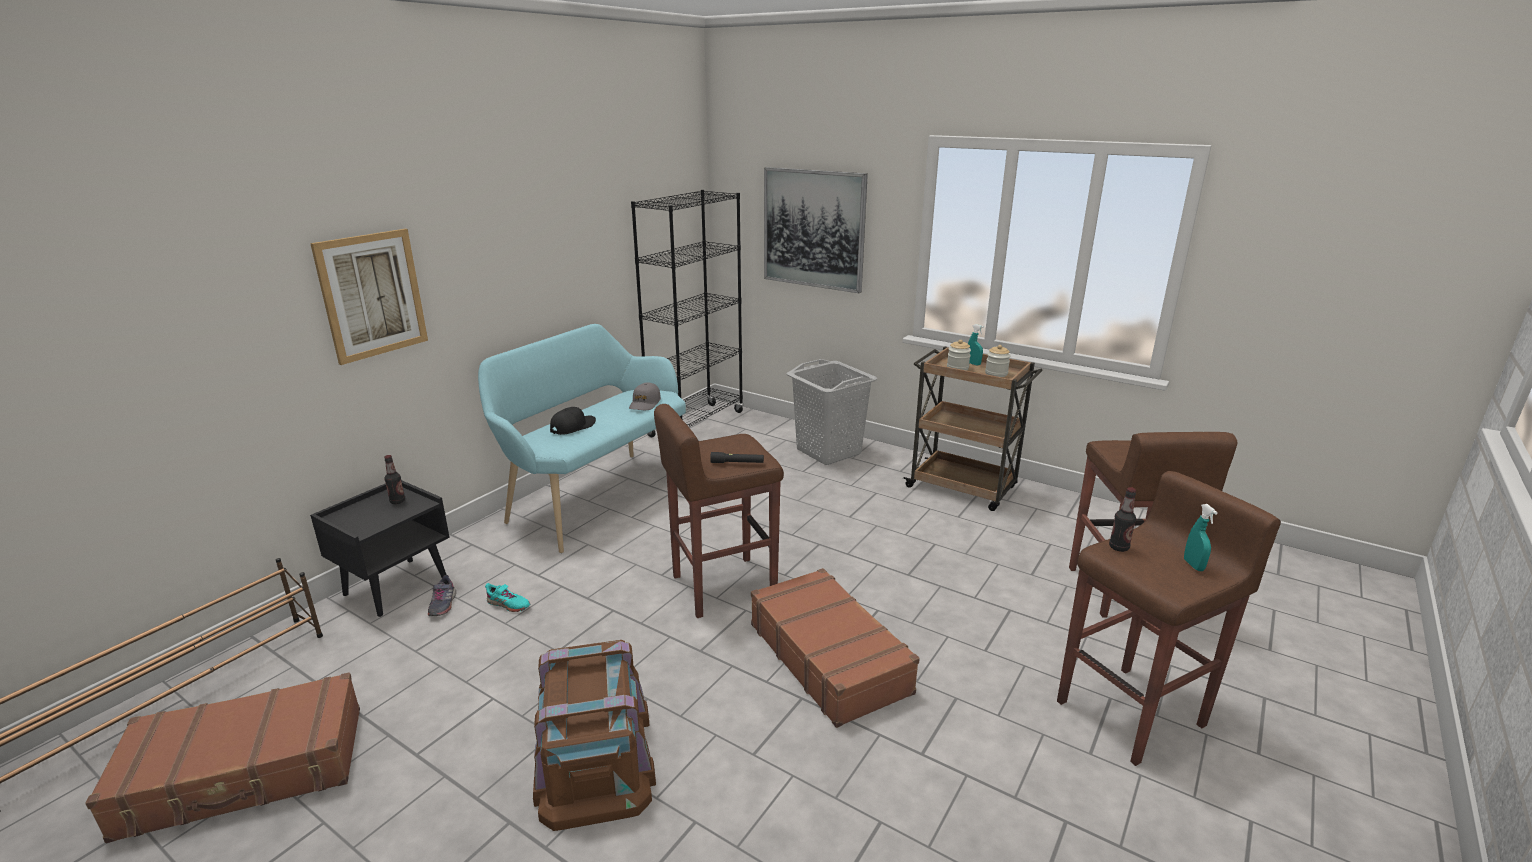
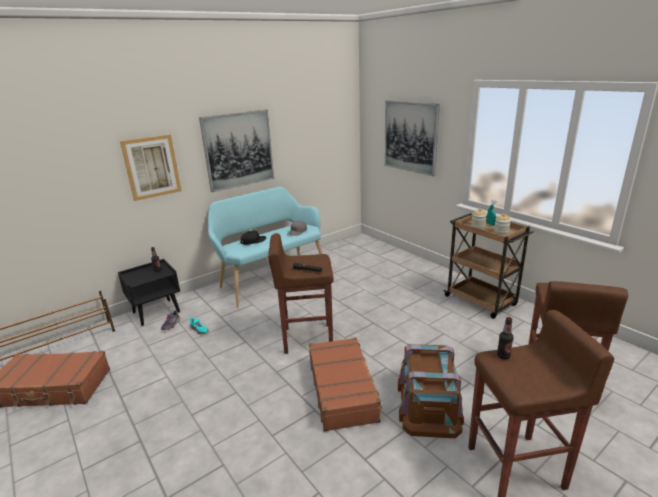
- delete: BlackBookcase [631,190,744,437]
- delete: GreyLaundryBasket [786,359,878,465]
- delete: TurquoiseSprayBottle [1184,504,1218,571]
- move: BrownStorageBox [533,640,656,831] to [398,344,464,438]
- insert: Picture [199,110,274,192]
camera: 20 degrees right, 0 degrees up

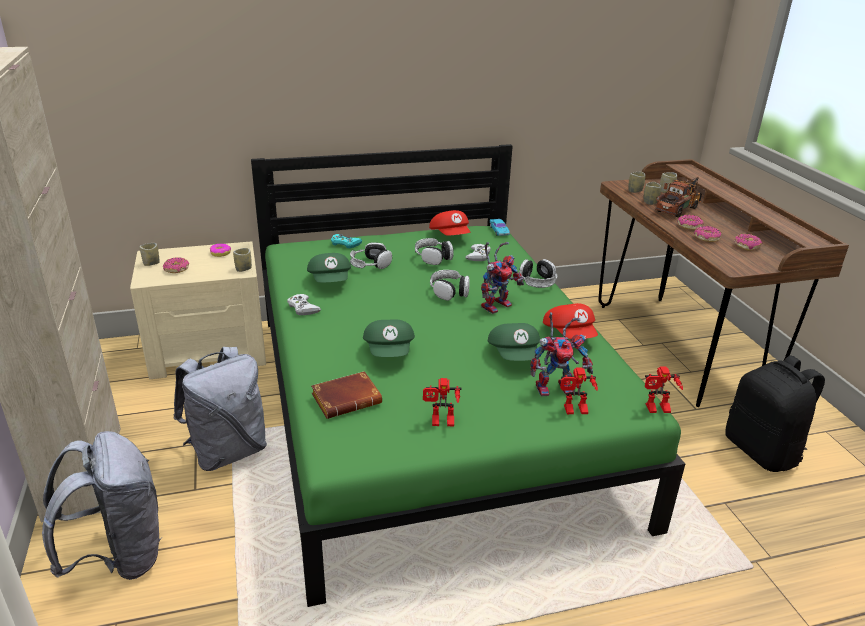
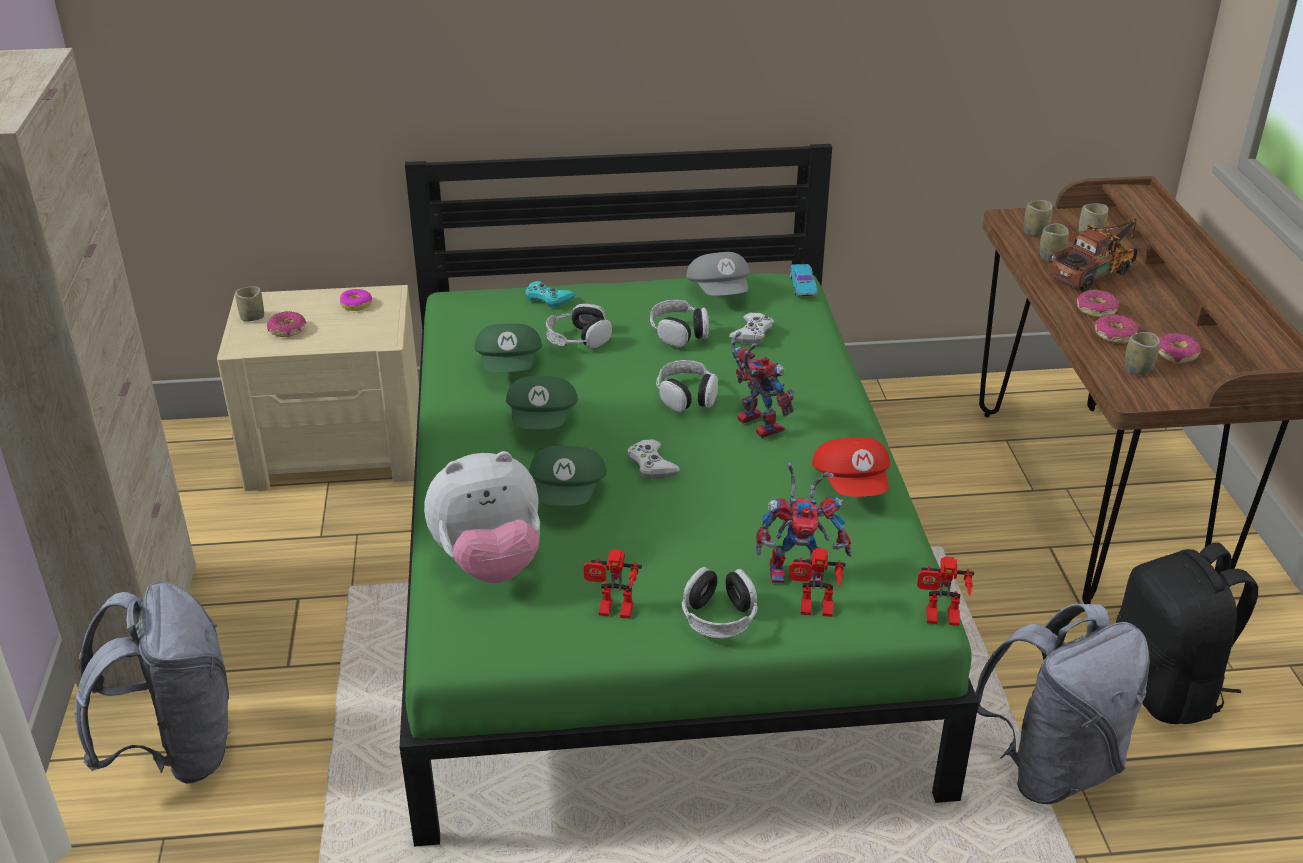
- recolor: RedCap [429,210,470,236] to GreyCap [686,252,750,295]
- rotate: ToyRobot [481,242,524,314] = [731,332,794,438] 90 degrees counterclockwise
- move: Cup [233,248,252,272] to [1125,332,1160,375]
- move: Headphones [519,259,557,288] to [682,567,758,639]
- move: WhiteGameController [287,294,321,315] to [627,439,680,479]
- move: GreenCap [488,323,540,361] to [506,376,578,429]
- move: GreyBackpack [173,347,267,471] to [975,604,1150,804]
- replace: BrownBook [311,371,382,419] to PlushToy [424,451,540,583]
camera: 10 degrees right, 5 degrees up

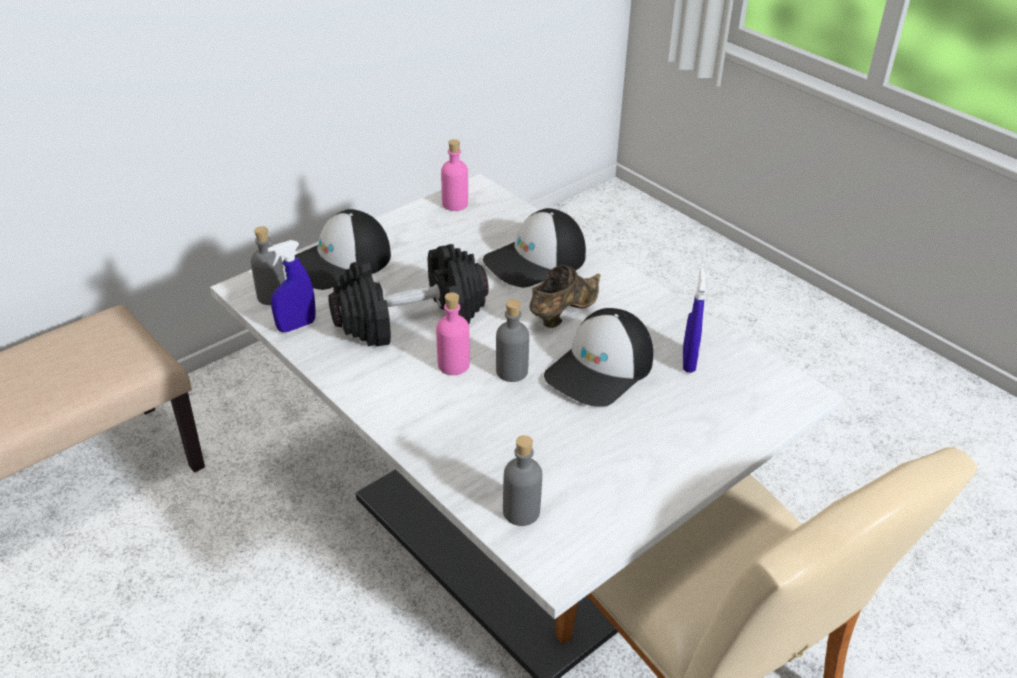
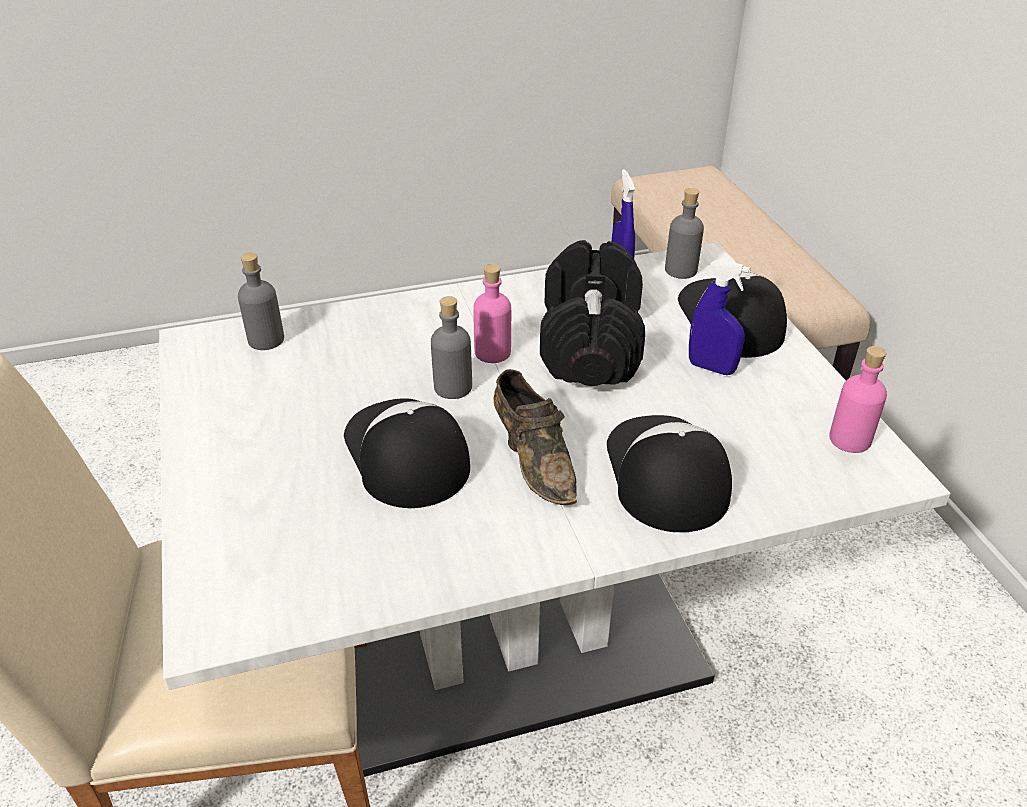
- move: BlueSprayBottle [683,267,706,373] to [689,259,751,375]
camera: 115 degrees right, 0 degrees up

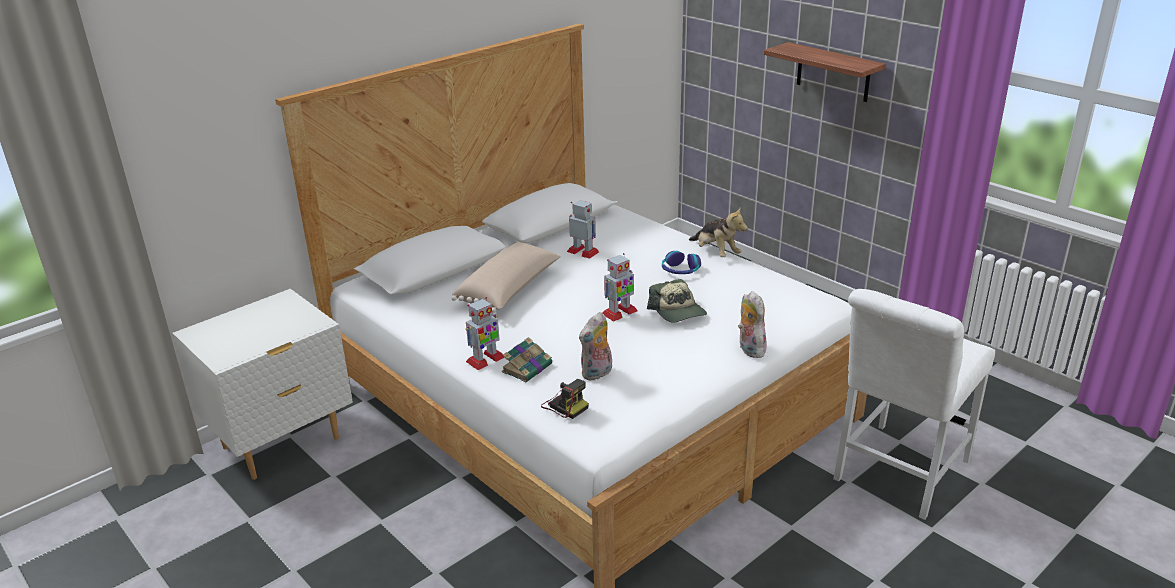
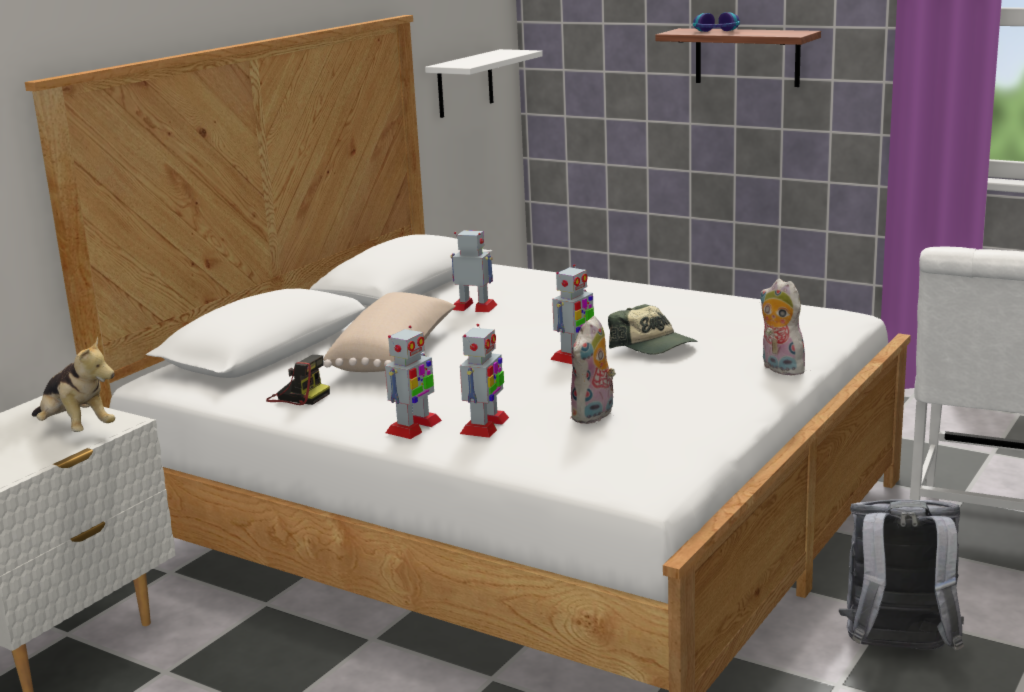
- move: PlushToy [689,207,748,257] to [32,336,115,432]
- move: Headphones [662,251,701,274] to [693,12,740,32]
- replace: Book [502,337,552,382] to ToyRobot [460,324,509,438]
- move: PhotoCamera [541,379,589,419] to [266,355,330,405]
- insert: WhiteShelf [425,49,543,118]
- insert: GreyBackpack [839,500,964,650]
camera: 15 degrees left, 10 degrees down

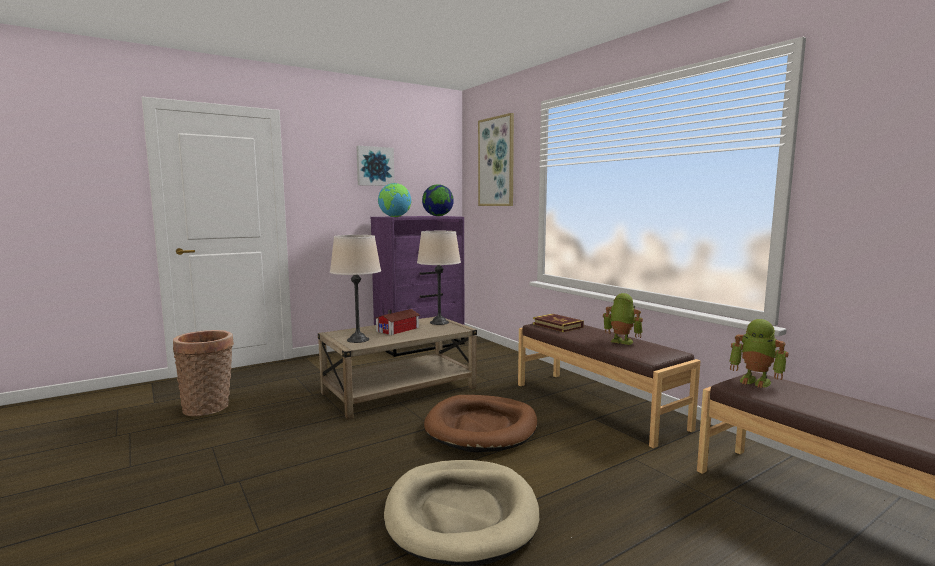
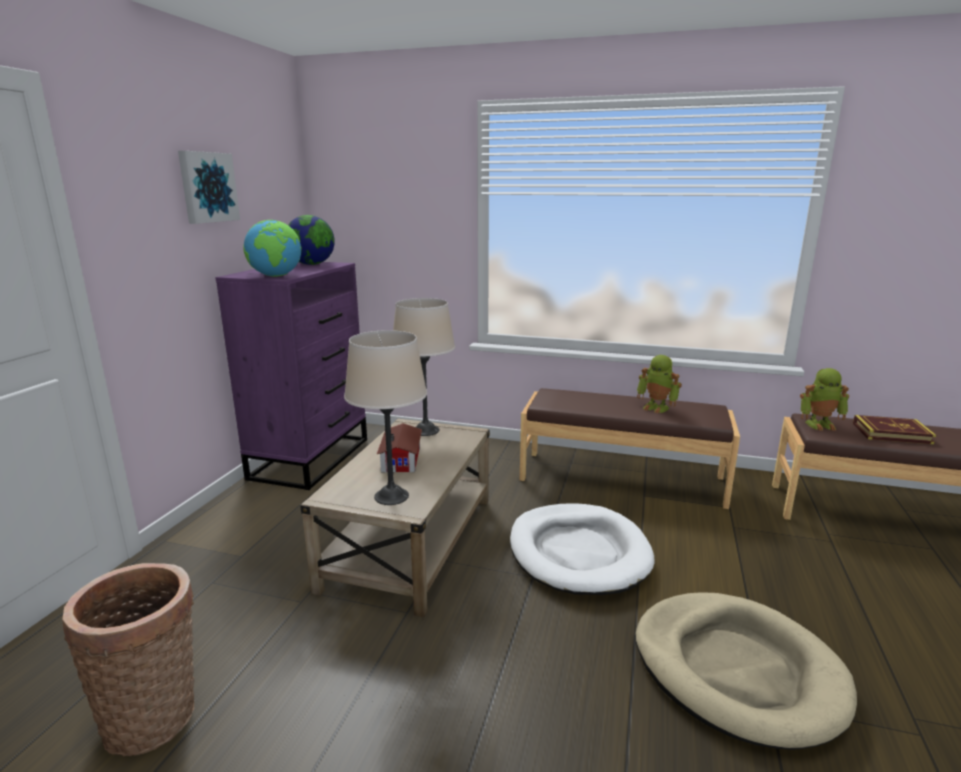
- delete: Picture [478,113,514,206]
- rotate: ToyRobot [603,293,643,345] = [637,355,682,413] 135 degrees counterclockwise
- move: Book [533,314,584,332] to [853,415,936,444]
- recolor: BrownDogBed [424,395,537,452] to WhiteDogBed [510,503,655,595]
camera: 40 degrees left, 10 degrees up

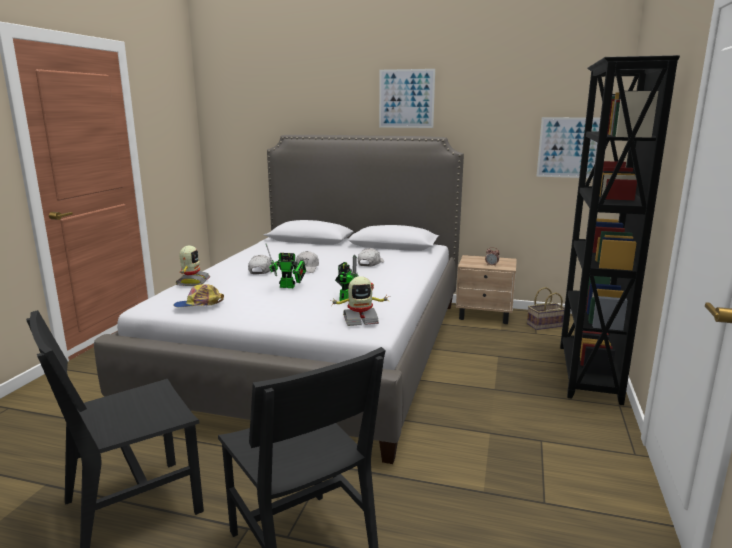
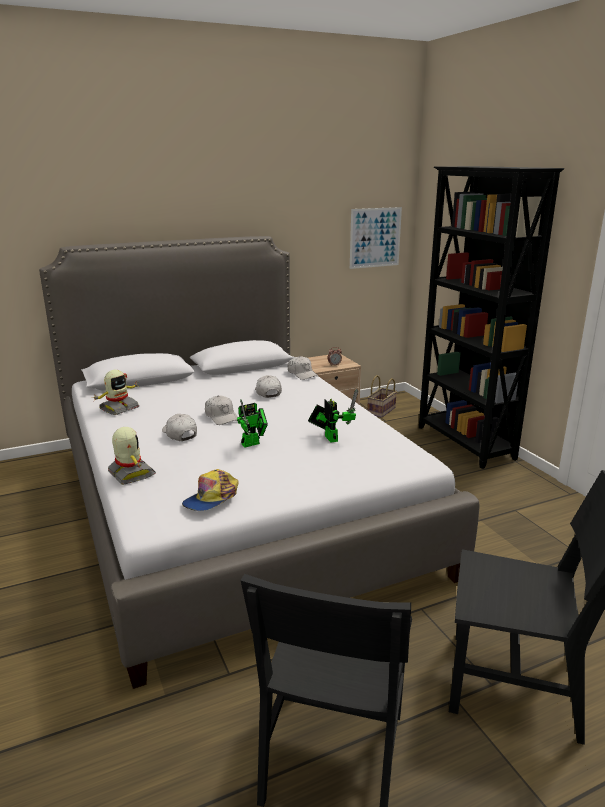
- delete: Picture [379,69,435,128]
- move: ToyRobot [331,276,390,326] to [91,370,140,415]
- insert: WhiteCap [288,356,318,380]
camera: 40 degrees left, 5 degrees up

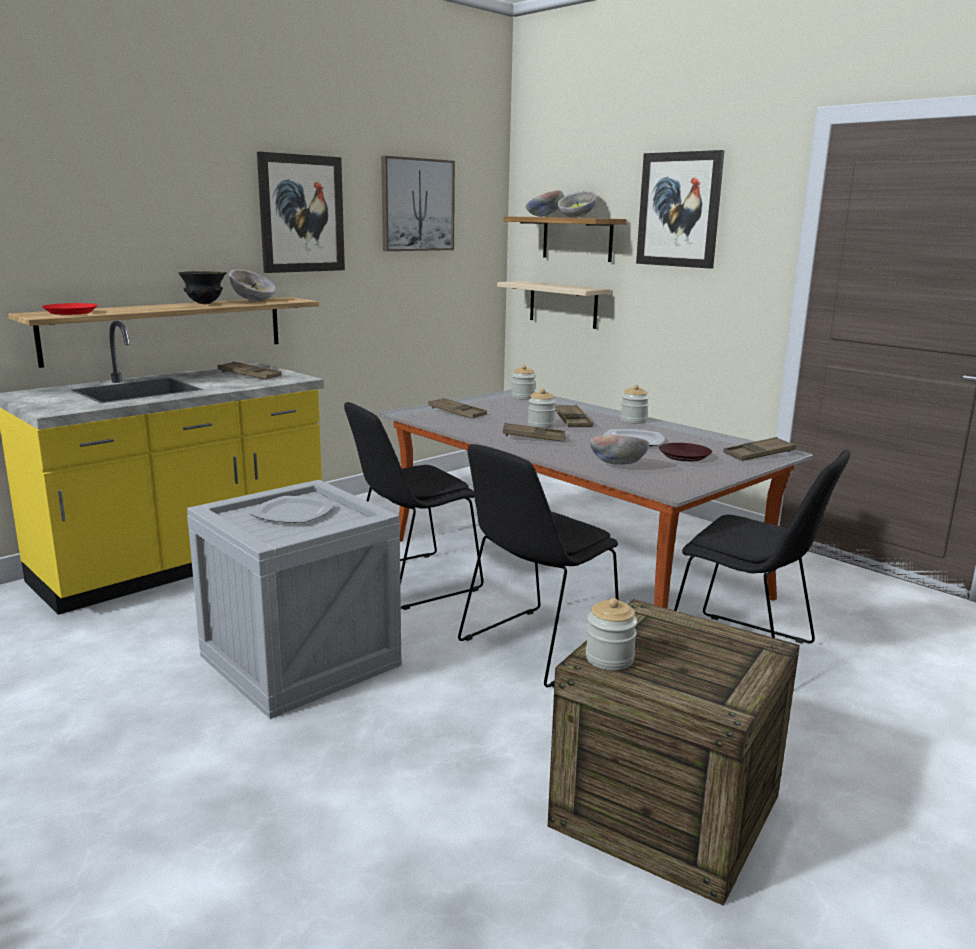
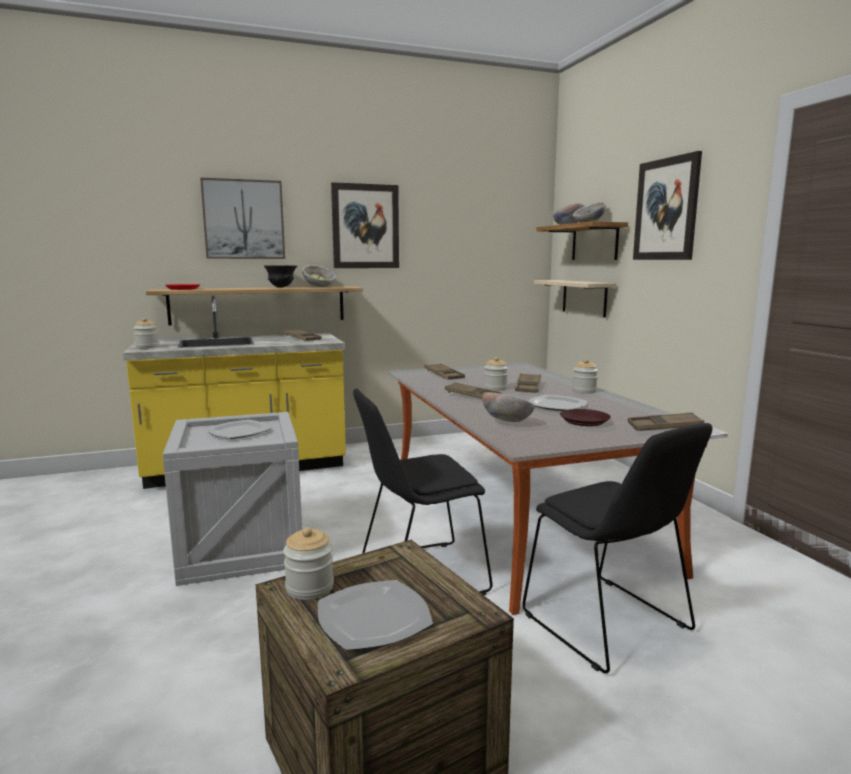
- move: Picture [381,156,455,251] to [200,177,285,259]
- move: Jar [511,365,536,399] to [133,318,159,349]
- delete: BlackChair [344,402,483,610]
- insert: Plate [318,580,433,650]
camera: 25 degrees right, 5 degrees down

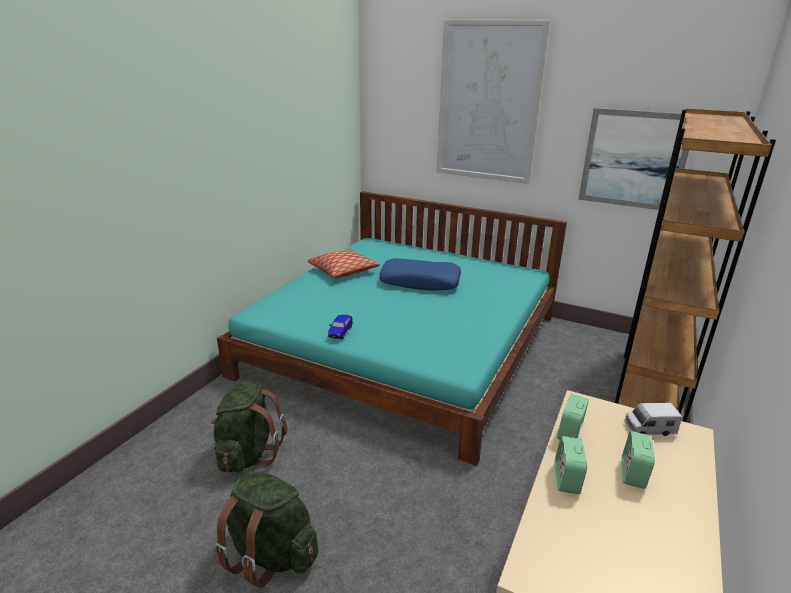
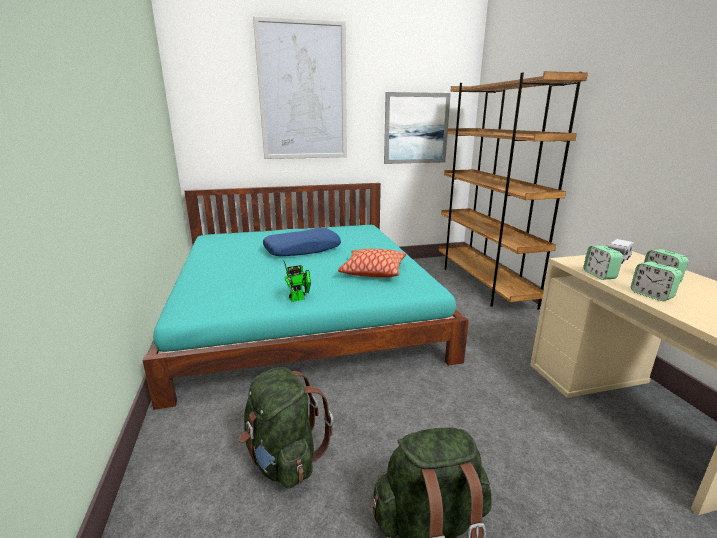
- move: Pillow [308,249,380,278] to [338,249,406,277]
- replace: ToyCar [328,315,353,339] to ToyRobot [284,261,311,302]
camera: 40 degrees left, 5 degrees down

